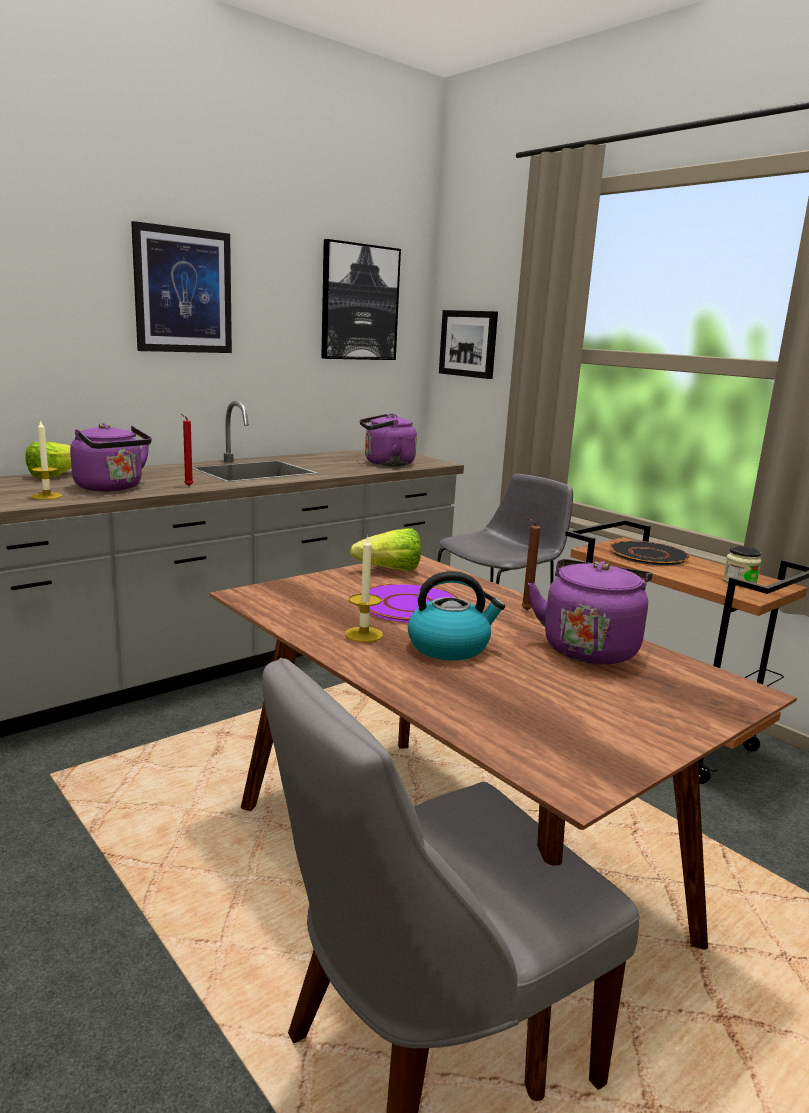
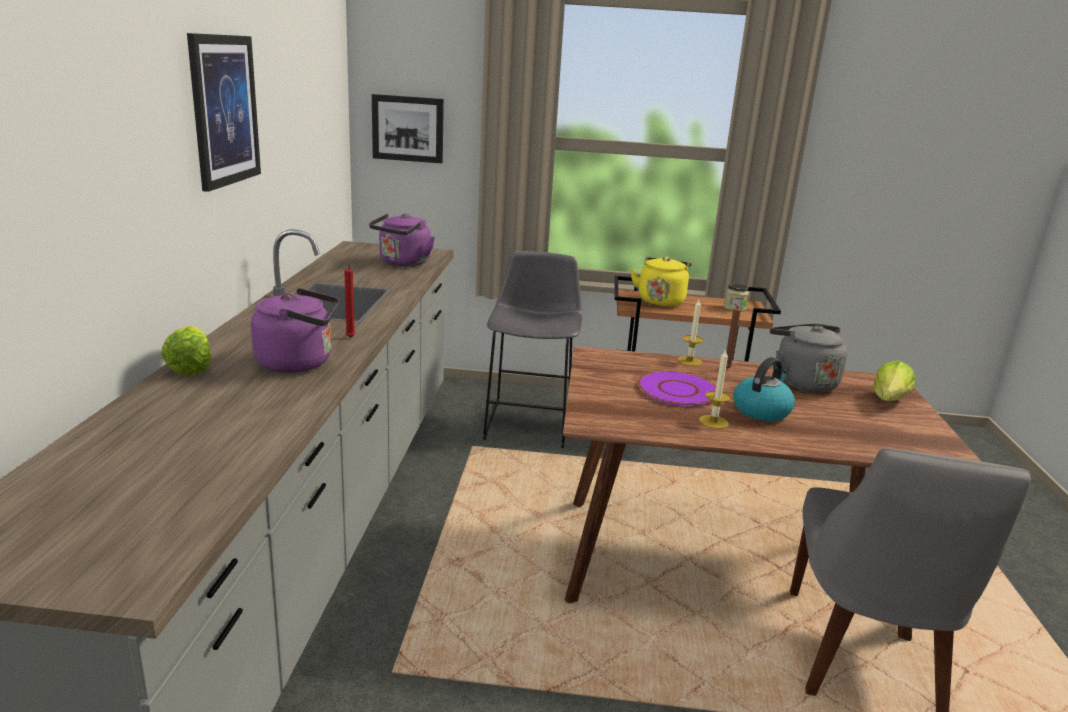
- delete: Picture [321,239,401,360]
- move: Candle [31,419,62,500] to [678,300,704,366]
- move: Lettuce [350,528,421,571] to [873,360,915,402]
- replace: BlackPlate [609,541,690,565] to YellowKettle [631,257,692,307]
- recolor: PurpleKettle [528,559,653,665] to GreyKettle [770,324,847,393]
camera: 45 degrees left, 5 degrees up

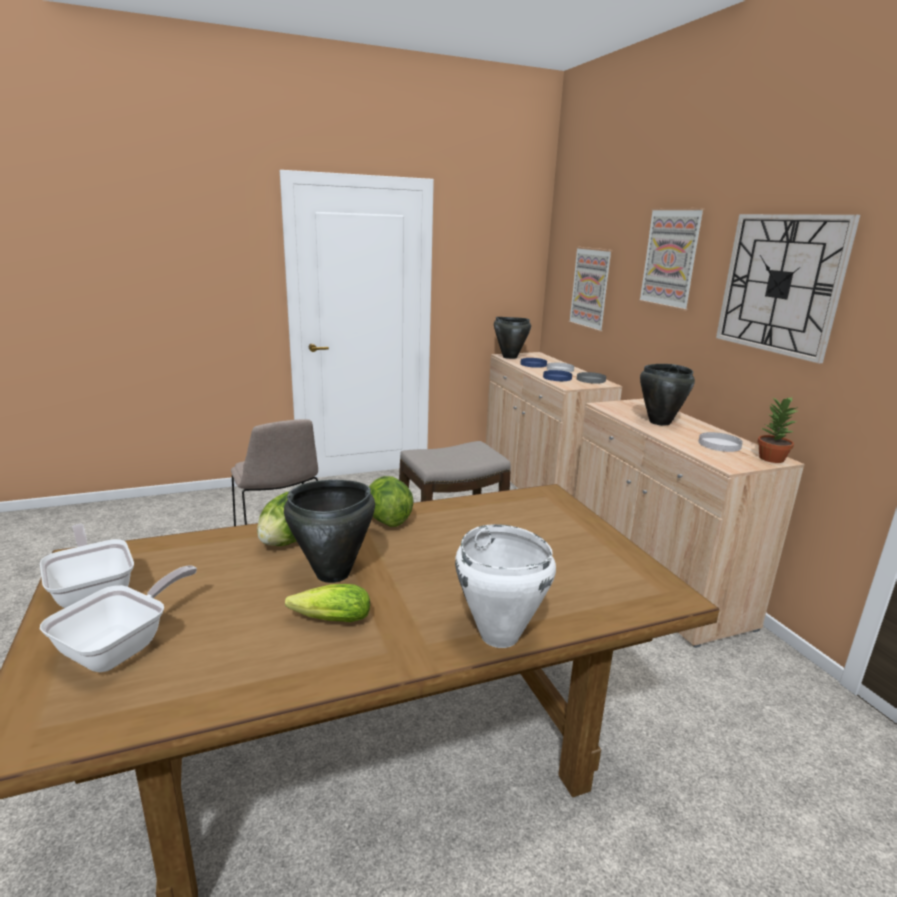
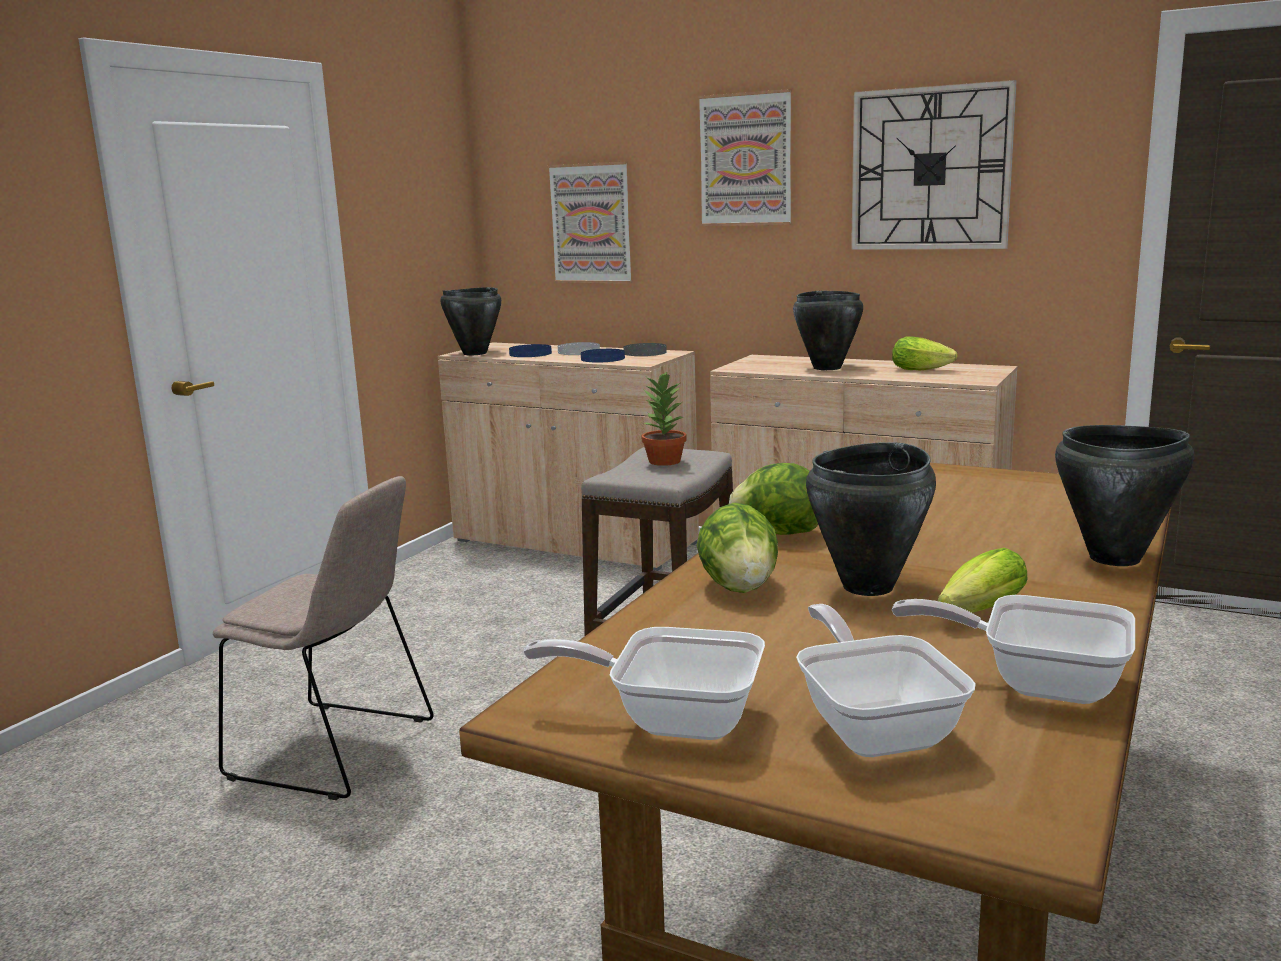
- move: PottedPlant [757,397,799,463] to [642,372,687,466]
- replace: WhitePlate [698,432,743,452] to Lettuce [892,336,958,371]
- recolor: WhiteCookingPot [455,524,556,648] to BlackCookingPot [1055,425,1194,566]
- insert: FryingPan [892,595,1135,704]
camera: 40 degrees left, 5 degrees down

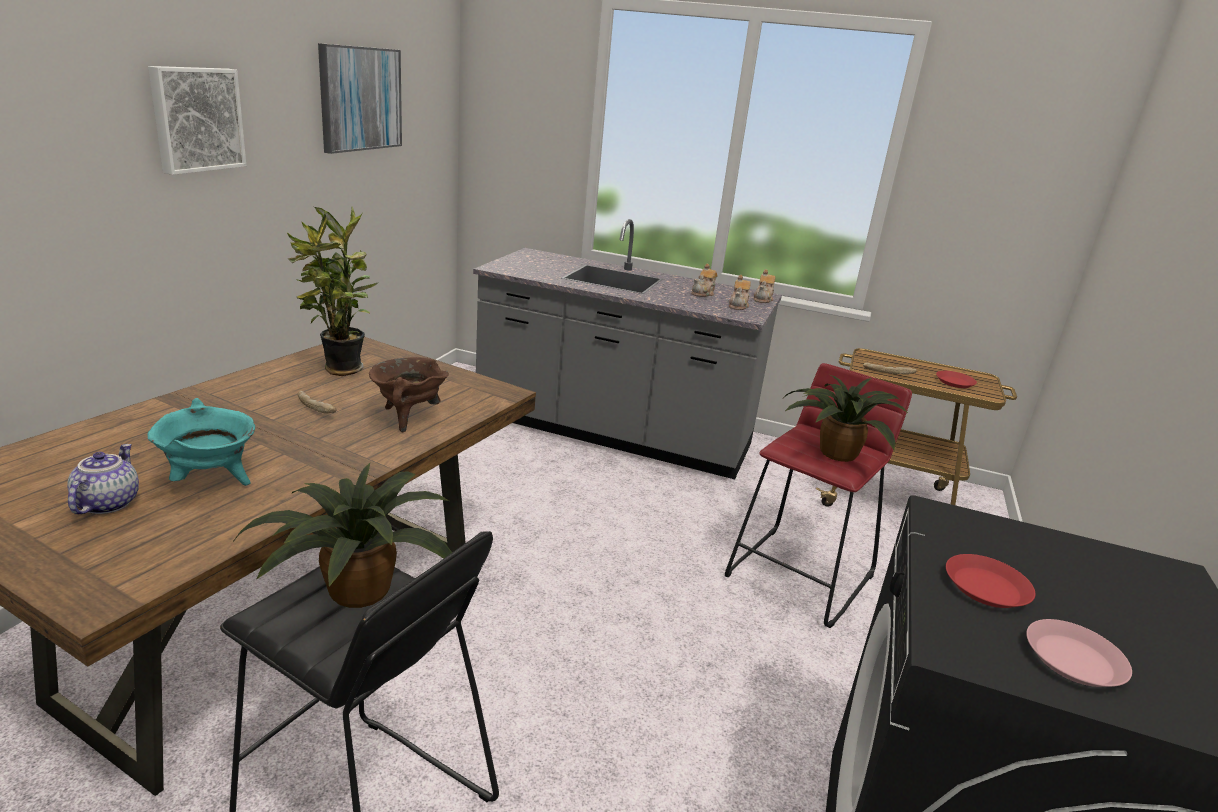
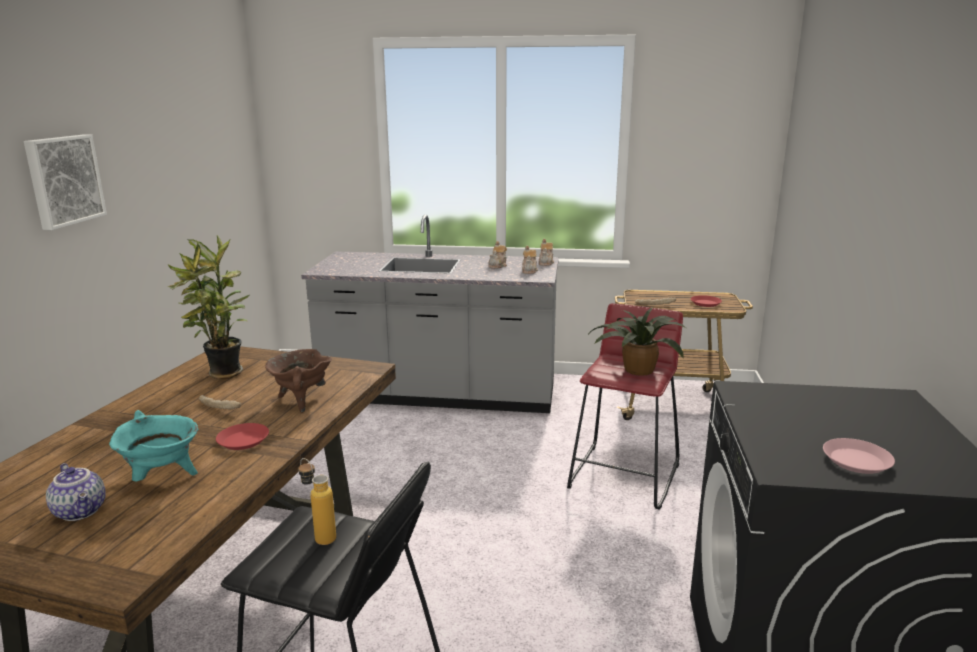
- delete: Picture [318,43,402,154]
- rotate: Teapot [67,444,139,514] = [46,463,106,521] 150 degrees clockwise
- replace: PottedPlant [232,463,452,608] to Bottle [298,458,336,545]
- move: RedPlate [946,554,1035,608] to [216,423,269,450]
camera: 10 degrees left, 5 degrees down

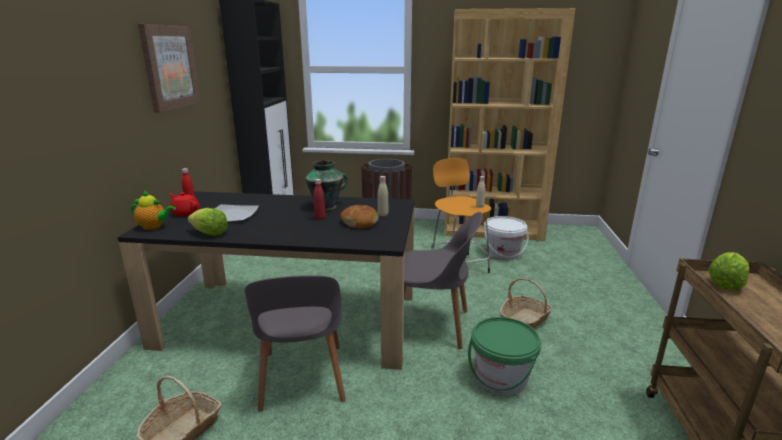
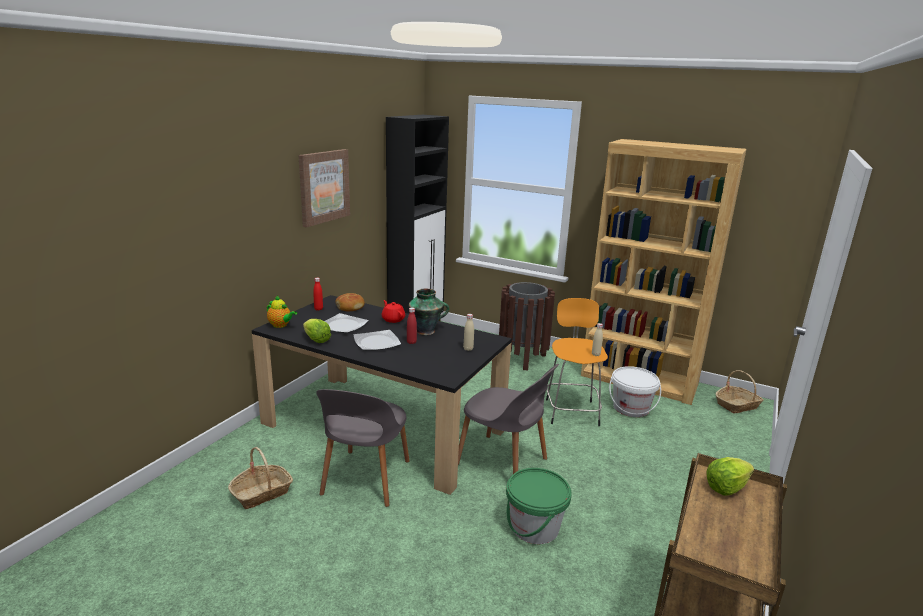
- move: RedTeapot [169,192,200,216] to [382,300,405,323]
- move: Bread [341,205,379,228] to [335,293,365,311]
- move: Basket [500,278,553,329] to [715,370,764,413]
- insert: Plate [354,330,401,351]
camera: 20 degrees right, 0 degrees up

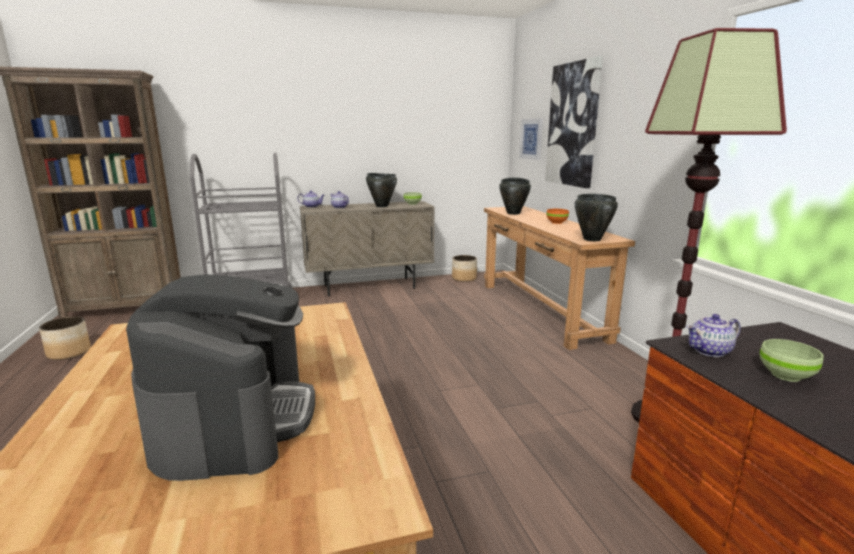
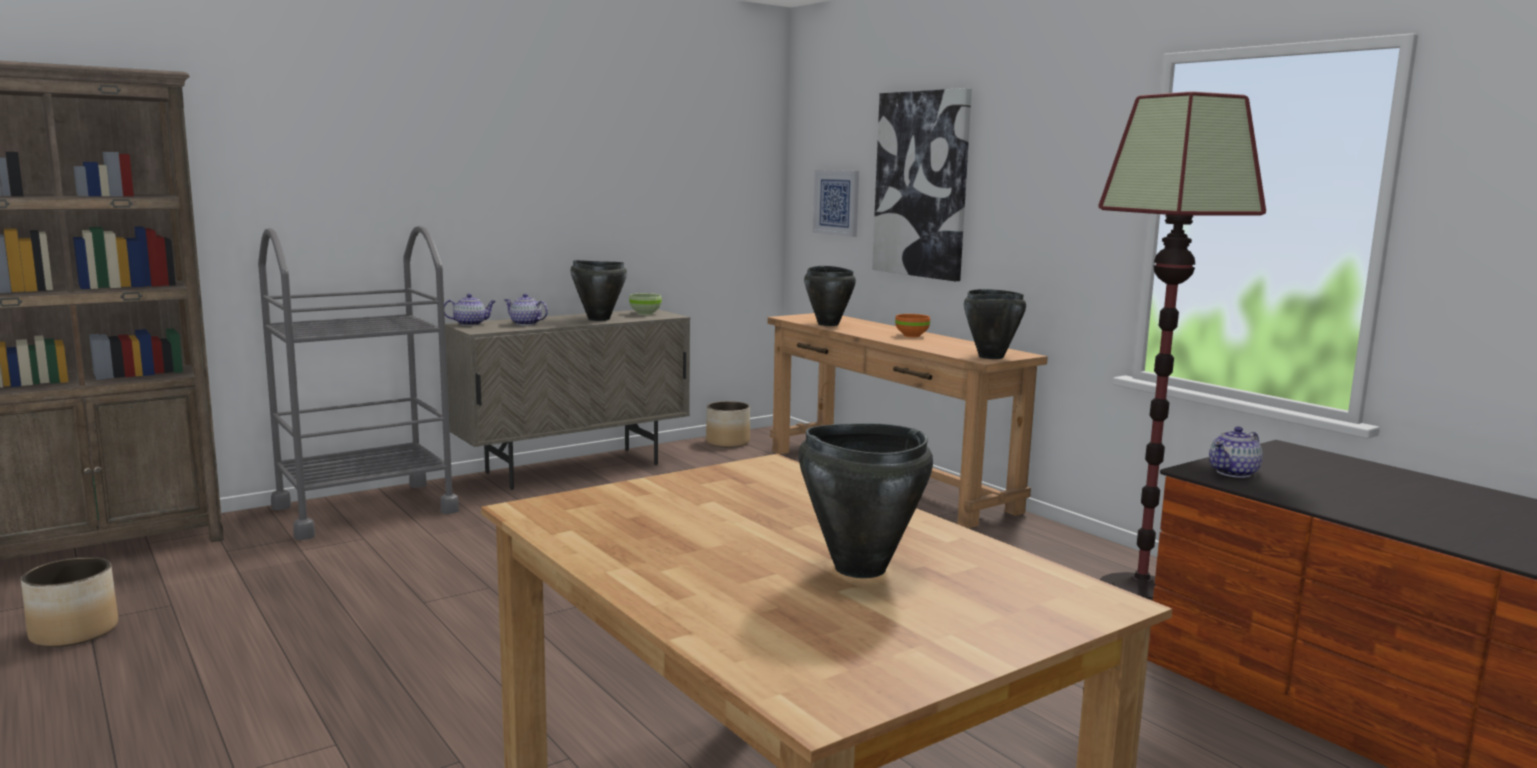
- replace: CoffeeMachine [126,274,315,481] to BlackCookingPot [799,423,933,578]
- delete: GreenBowl [760,339,824,382]
camera: 20 degrees left, 5 degrees down

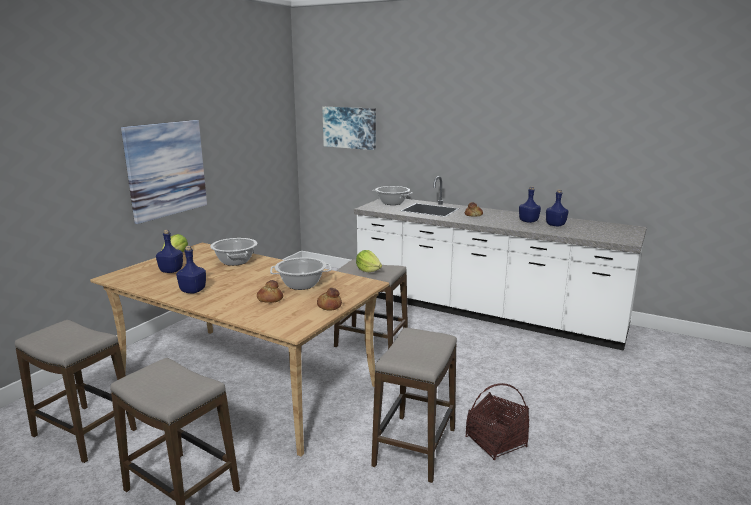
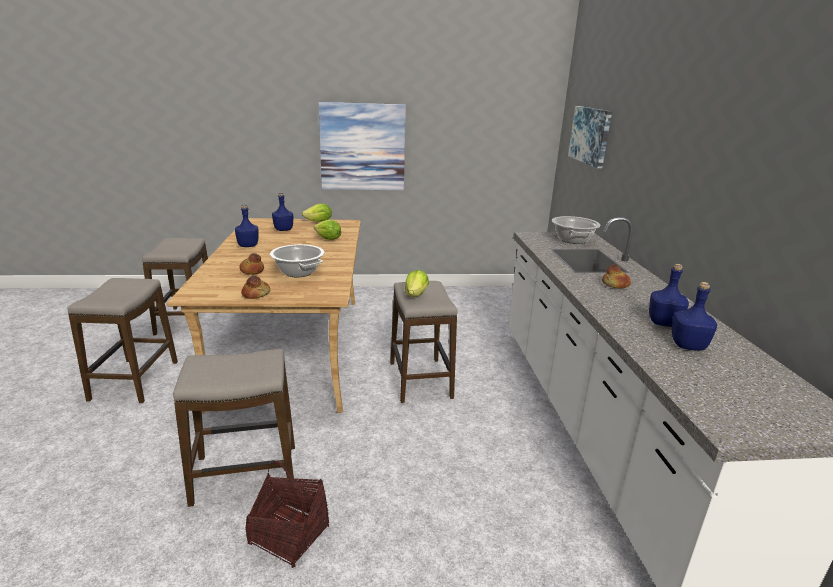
- replace: CookingPot [210,238,257,266] to Lettuce [314,220,341,240]
camera: 55 degrees right, 5 degrees up

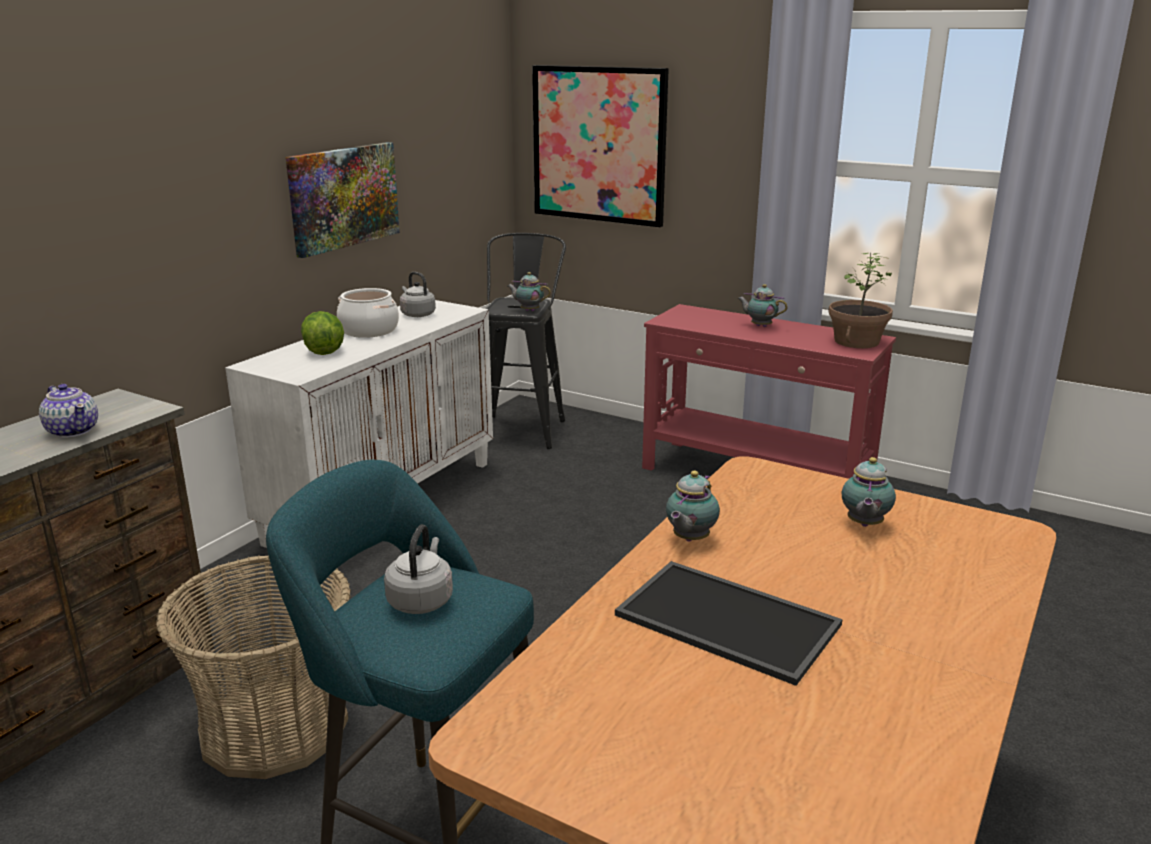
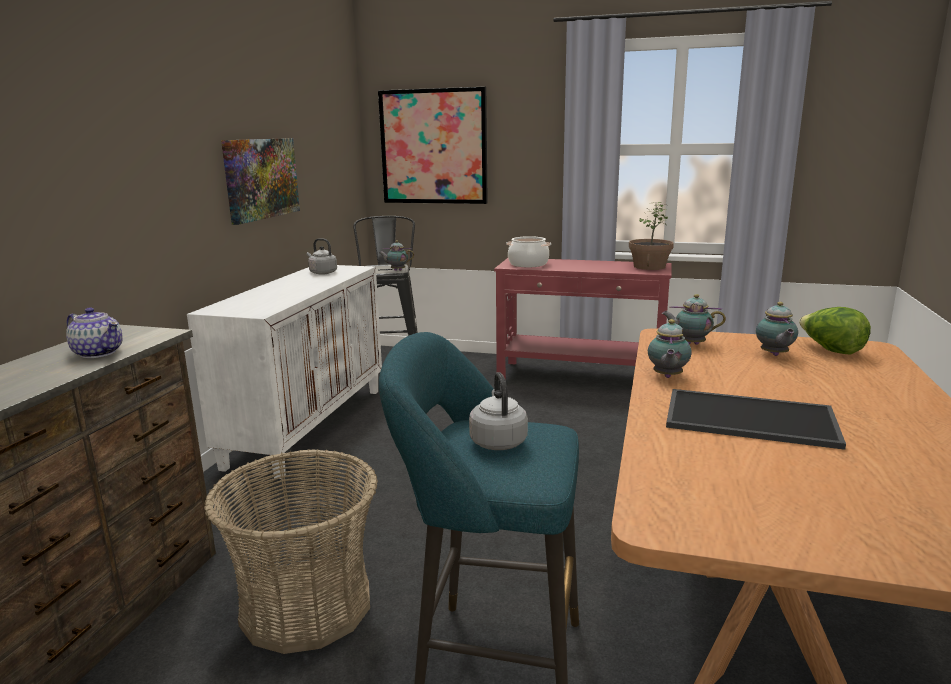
- move: Teapot [737,284,788,327] to [662,294,726,345]
- move: CookingPot [337,288,399,338] to [506,236,551,267]
- move: Lettuce [301,311,344,355] to [799,307,871,355]
camera: 15 degrees left, 5 degrees down

